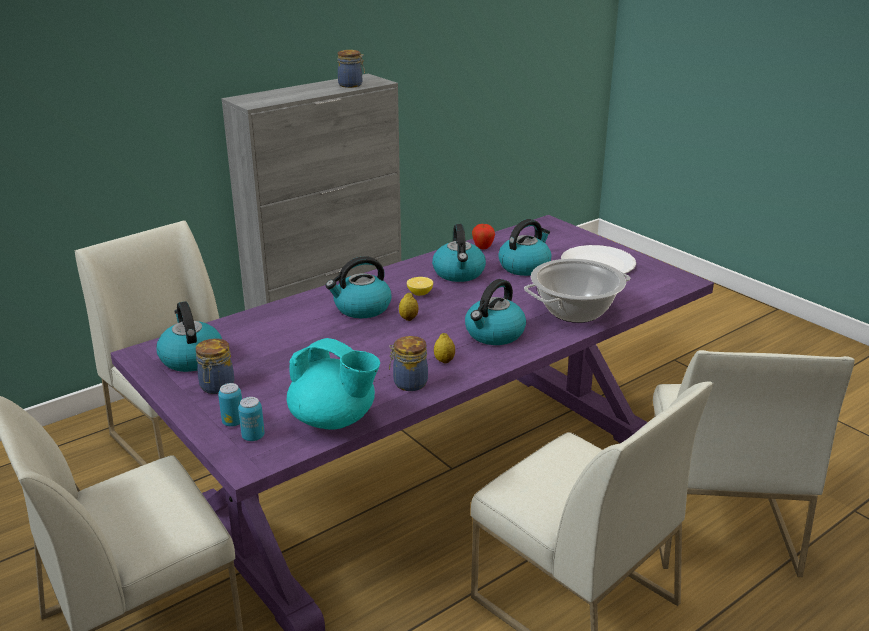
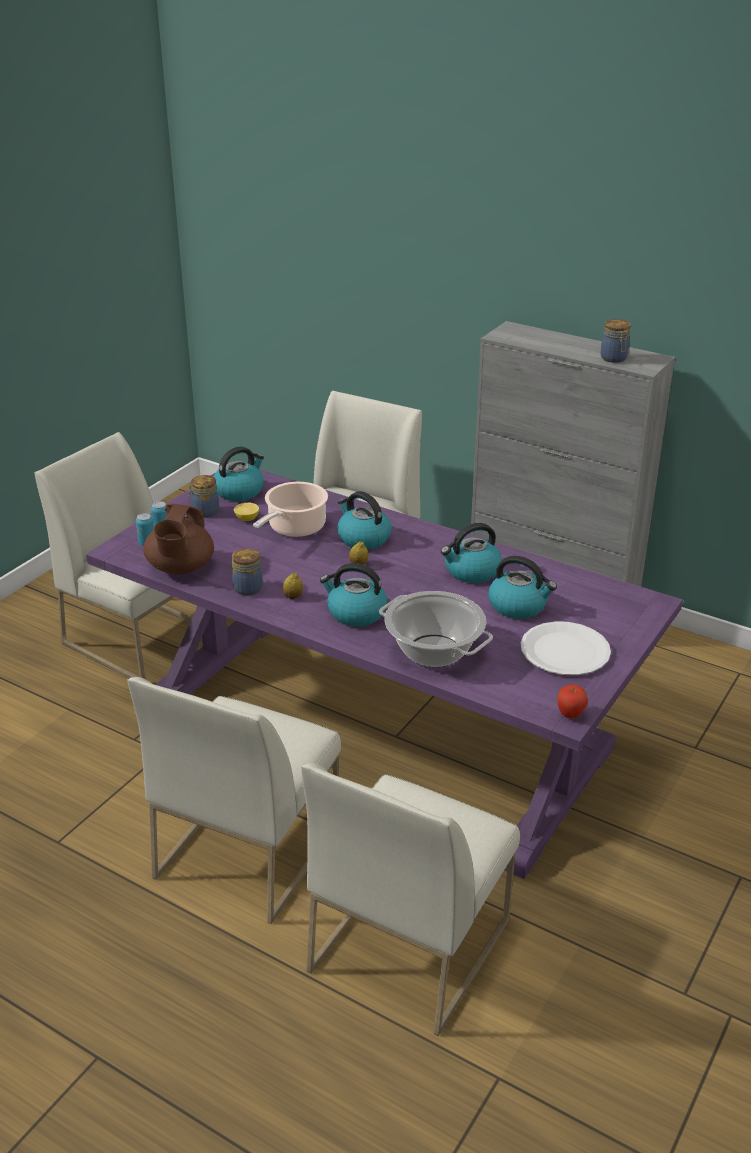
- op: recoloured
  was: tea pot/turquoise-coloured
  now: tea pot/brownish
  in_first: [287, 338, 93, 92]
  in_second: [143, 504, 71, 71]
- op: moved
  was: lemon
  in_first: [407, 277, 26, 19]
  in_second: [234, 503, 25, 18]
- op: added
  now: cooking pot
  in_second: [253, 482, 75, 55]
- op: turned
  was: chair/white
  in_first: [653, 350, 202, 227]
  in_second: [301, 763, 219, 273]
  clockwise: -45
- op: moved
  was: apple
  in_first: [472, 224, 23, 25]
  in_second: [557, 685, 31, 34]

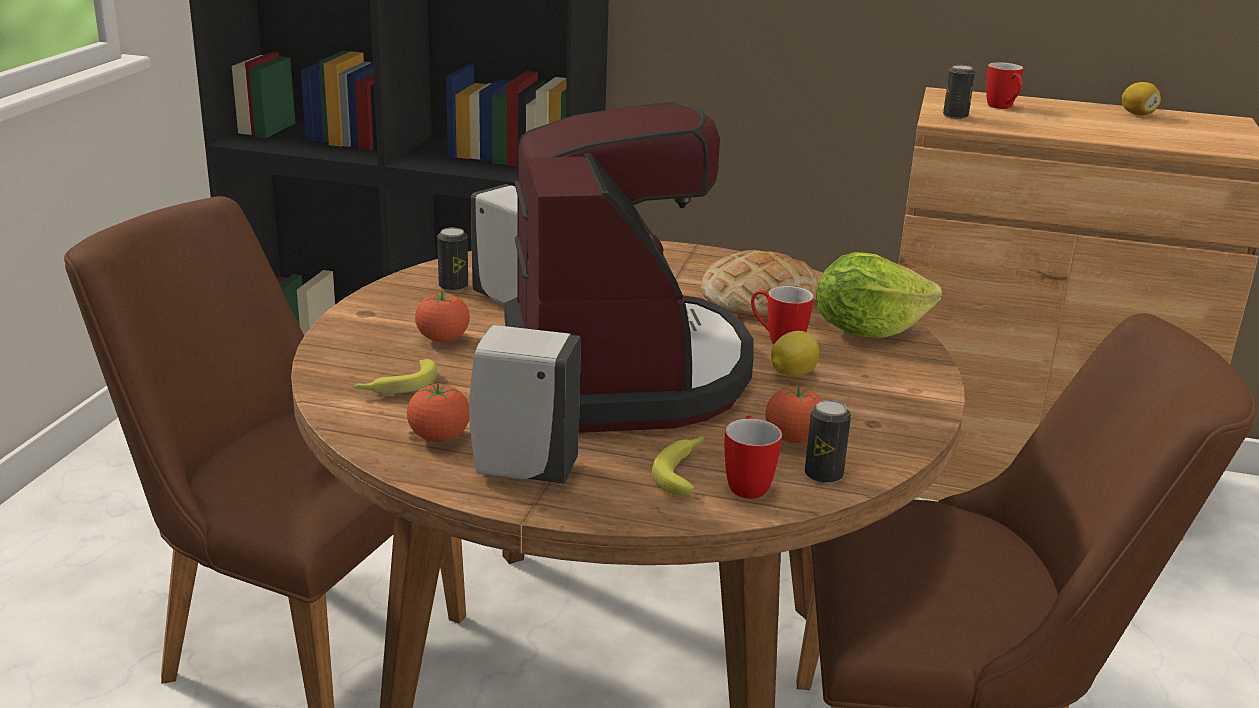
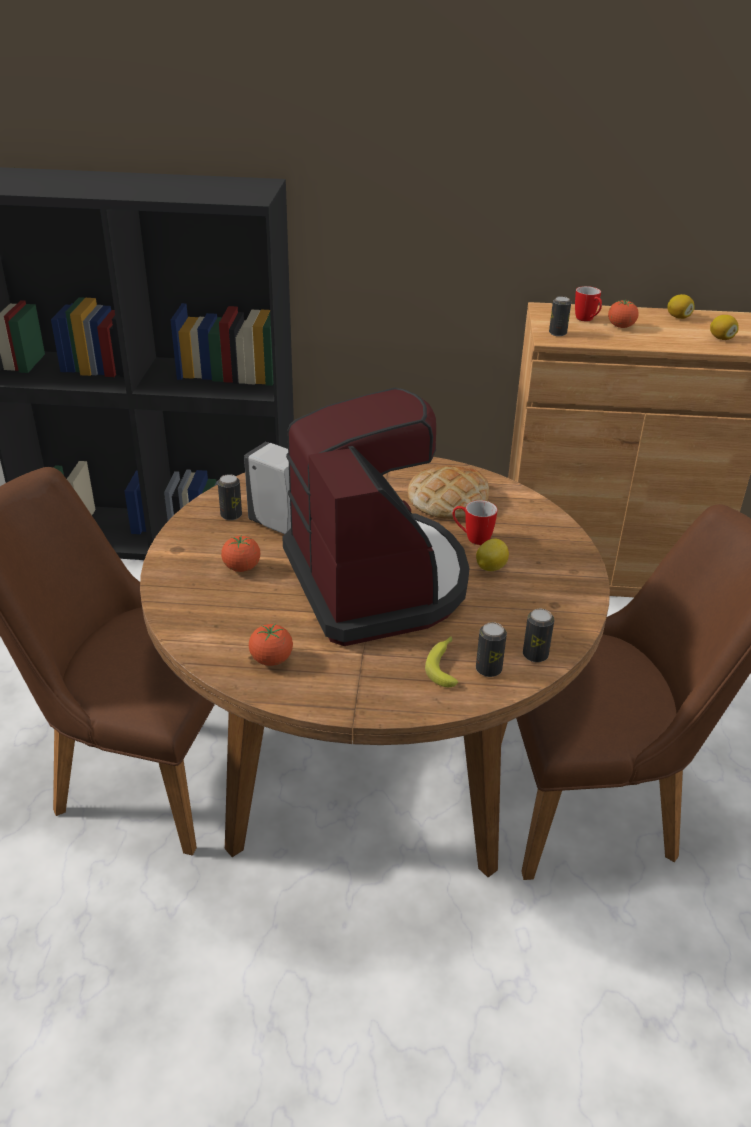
- op: replaced
  was: tea mug
  now: can
  in_first: [725, 415, 57, 84]
  in_second: [476, 622, 31, 55]
- op: moved
  was: fresh tomato
  in_first: [765, 385, 58, 58]
  in_second: [608, 299, 31, 29]
- op: added
  now: lemon
  in_second: [710, 315, 29, 25]
- op: removed
  was: whole banana
  in_first: [353, 359, 84, 35]
- op: removed
  was: soap dispenser/white
  in_first: [469, 325, 112, 159]
- op: removed
  was: head of lettuce
  in_first: [816, 252, 126, 86]

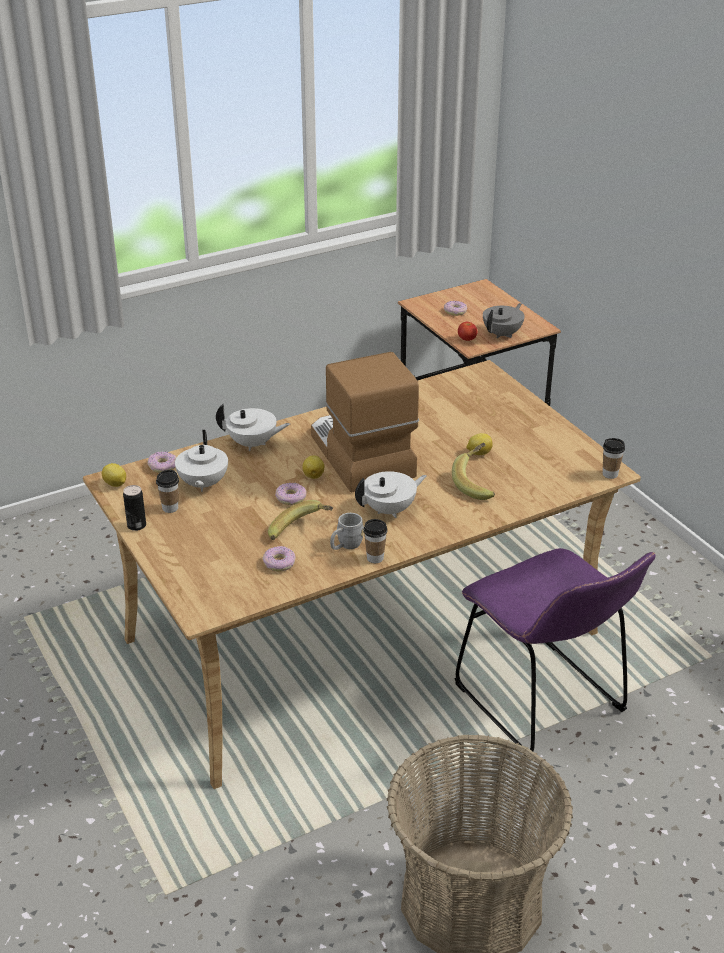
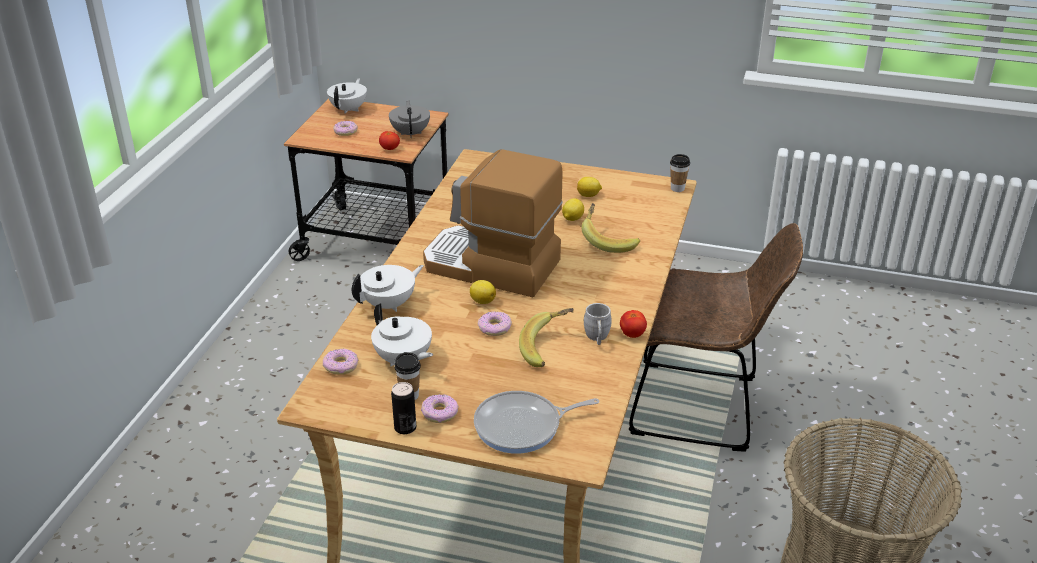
- op: moved
  was: tea pot/white
  in_first: [355, 471, 72, 47]
  in_second: [327, 78, 40, 36]
- op: moved
  was: doughnut
  in_first: [263, 546, 33, 25]
  in_second: [421, 394, 38, 29]
- op: added
  now: pan
  in_second: [474, 391, 125, 63]
- op: moved
  was: lemon
  in_first: [102, 463, 24, 24]
  in_second: [577, 177, 25, 20]
- op: replaced
  was: cup
  now: fresh tomato
  in_first: [364, 519, 23, 44]
  in_second: [620, 310, 27, 28]
- op: recoloured
  was: chair/purple-coloured
  now: chair/brownish
  in_first: [455, 548, 201, 203]
  in_second: [629, 223, 174, 229]

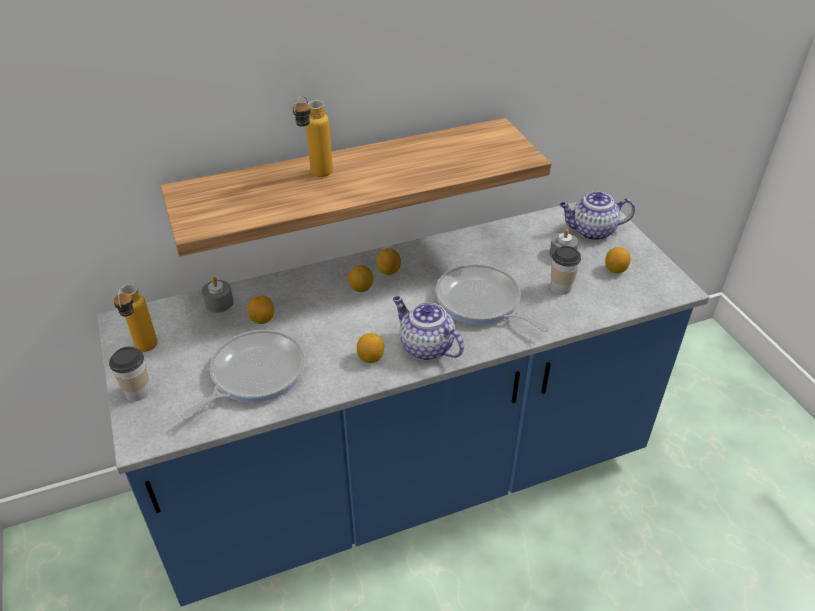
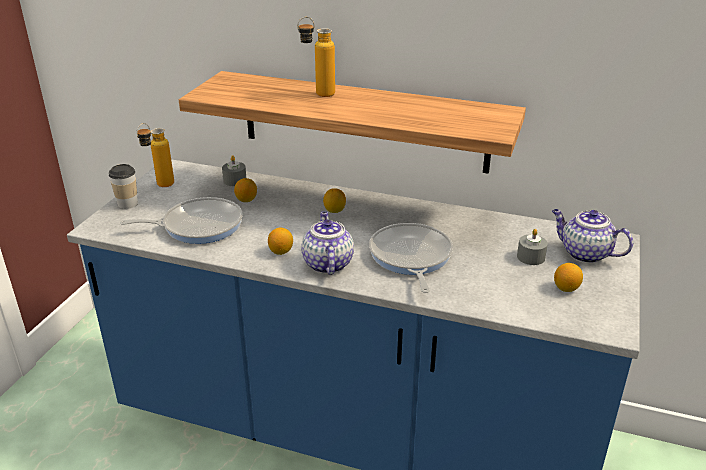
- op: removed
  was: lemon
  in_first: [376, 248, 25, 27]
- op: removed
  was: cup
  in_first: [550, 246, 31, 49]

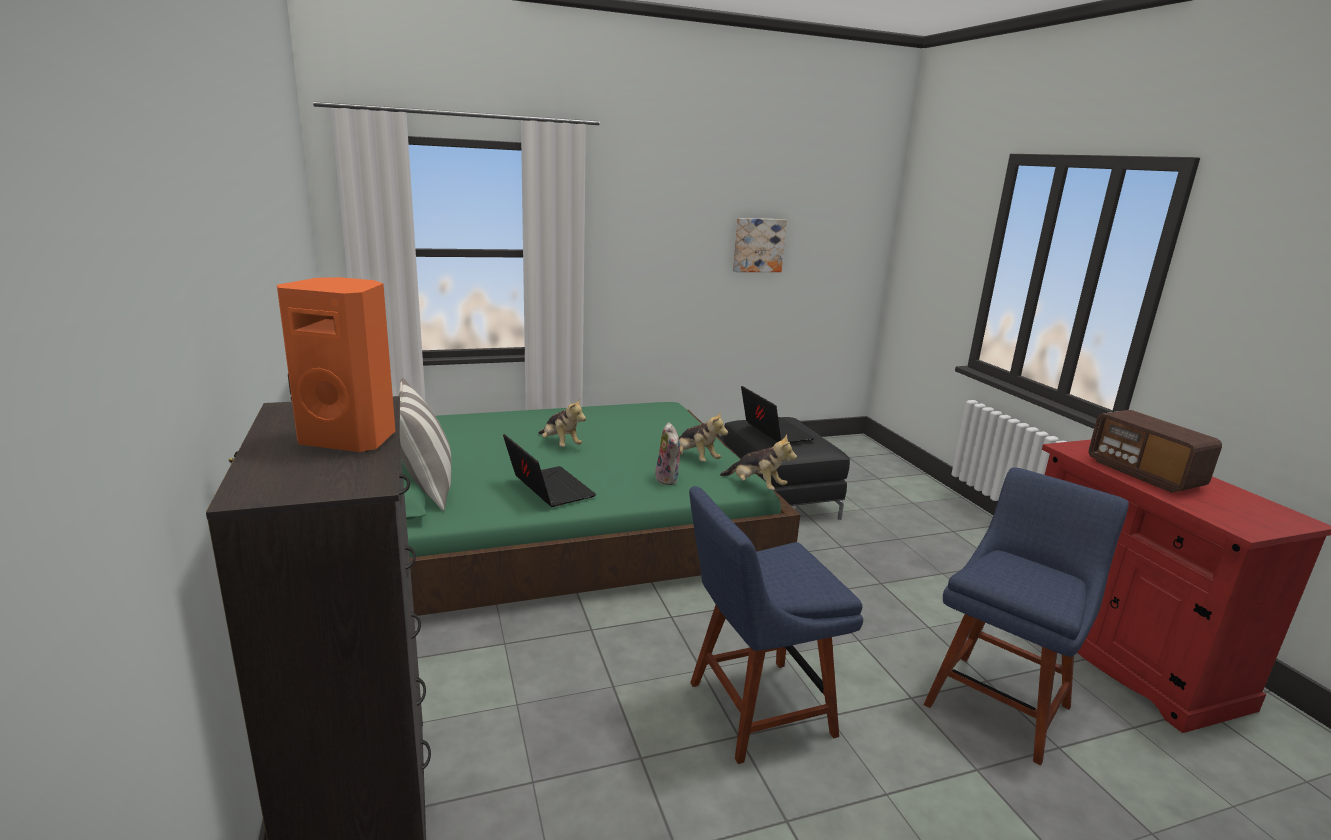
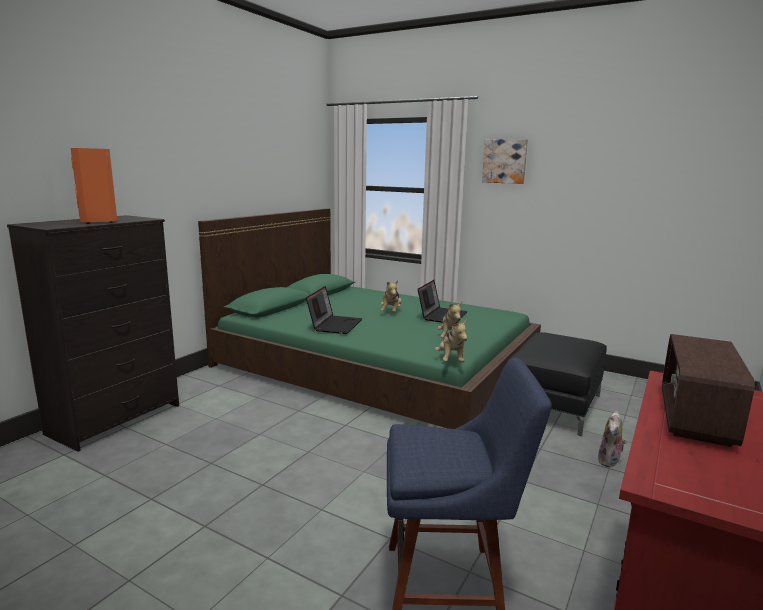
- op: moved
  was: portable computer
  in_first: [741, 386, 74, 57]
  in_second: [417, 280, 51, 43]
- op: moved
  was: wall art
  in_first: [733, 218, 54, 54]
  in_second: [482, 139, 46, 45]
- op: moved
  was: plush toy
  in_first: [655, 422, 28, 63]
  in_second: [598, 411, 29, 56]
- op: removed
  was: cushion
  in_first: [398, 378, 53, 133]
- op: removed
  was: chair/bluish
  in_first: [689, 486, 174, 278]

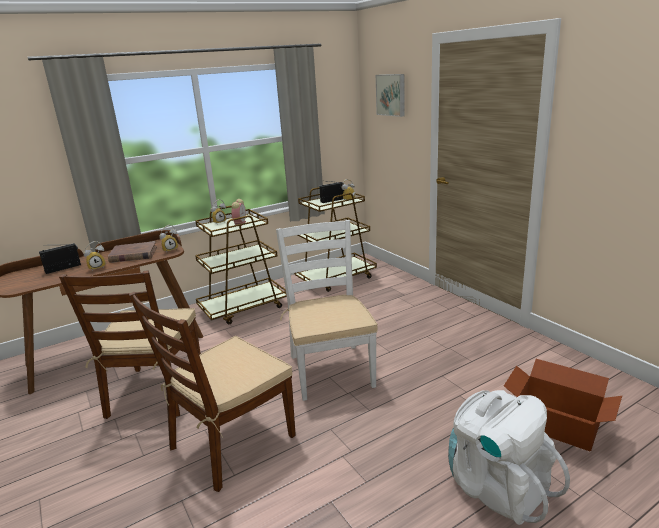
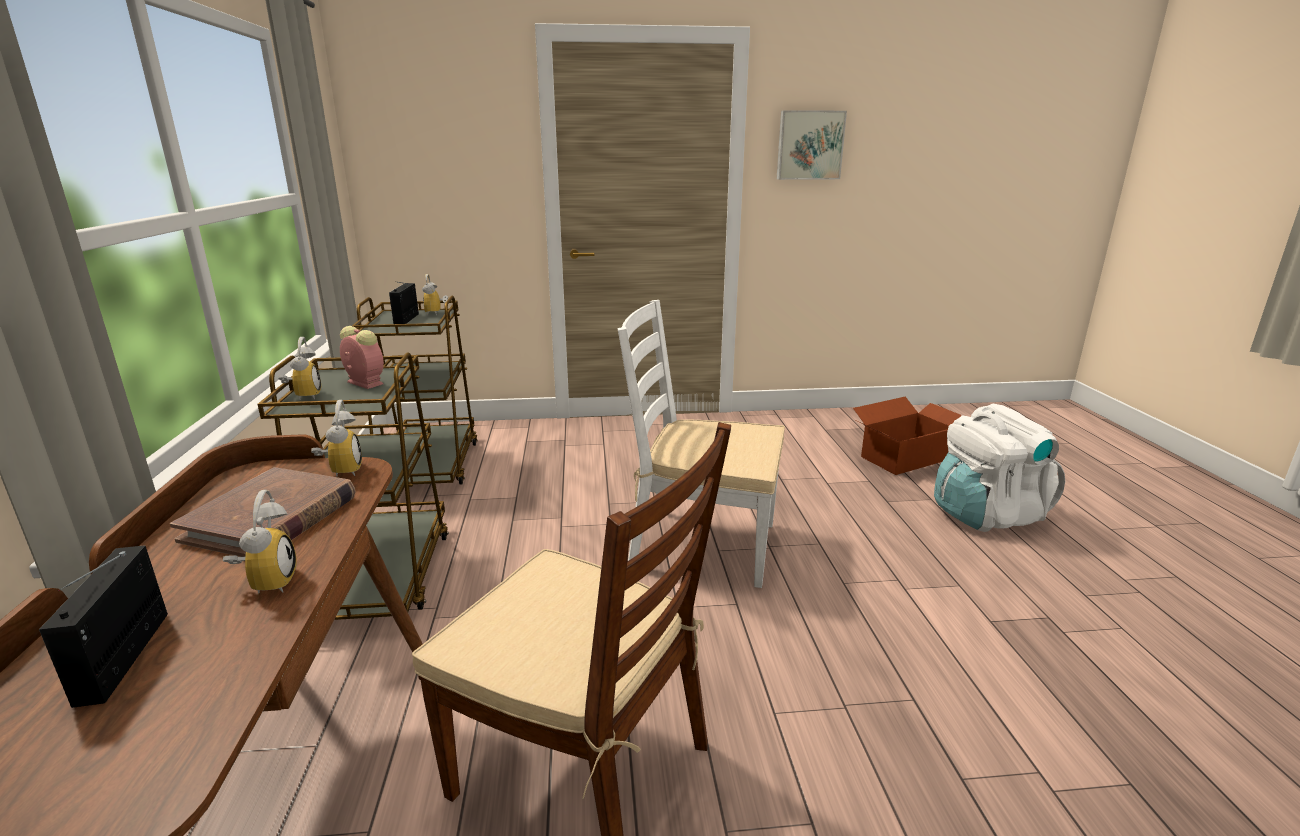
- op: moved
  was: wall art
  in_first: [376, 74, 29, 43]
  in_second: [777, 110, 70, 70]
- op: removed
  was: chair/brownish
  in_first: [129, 291, 167, 201]

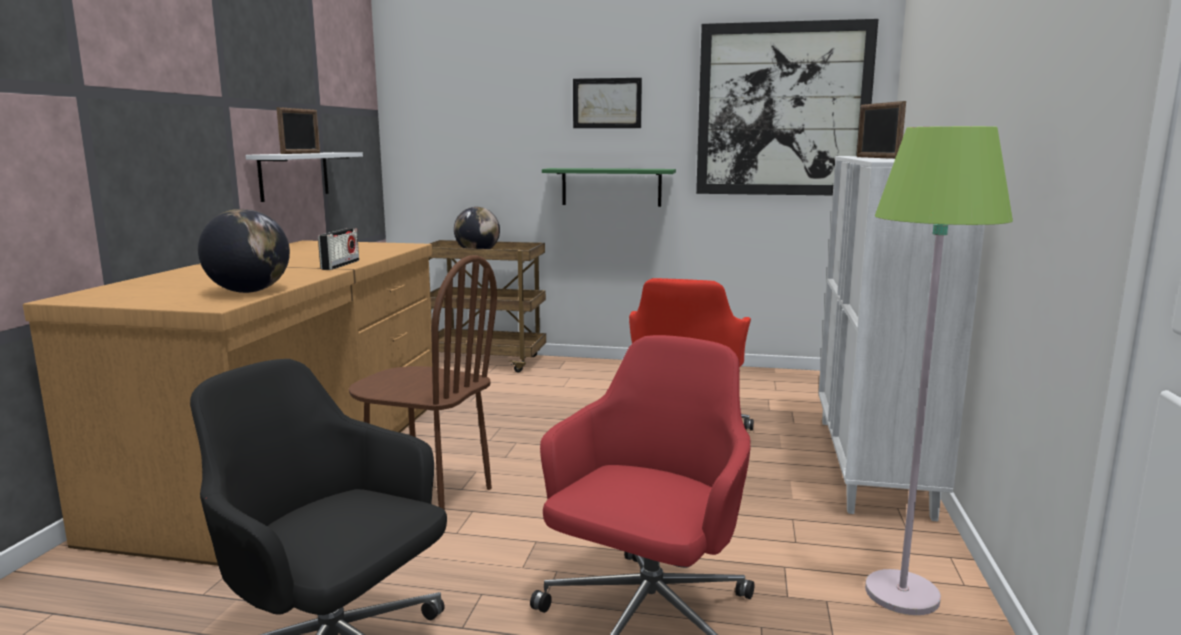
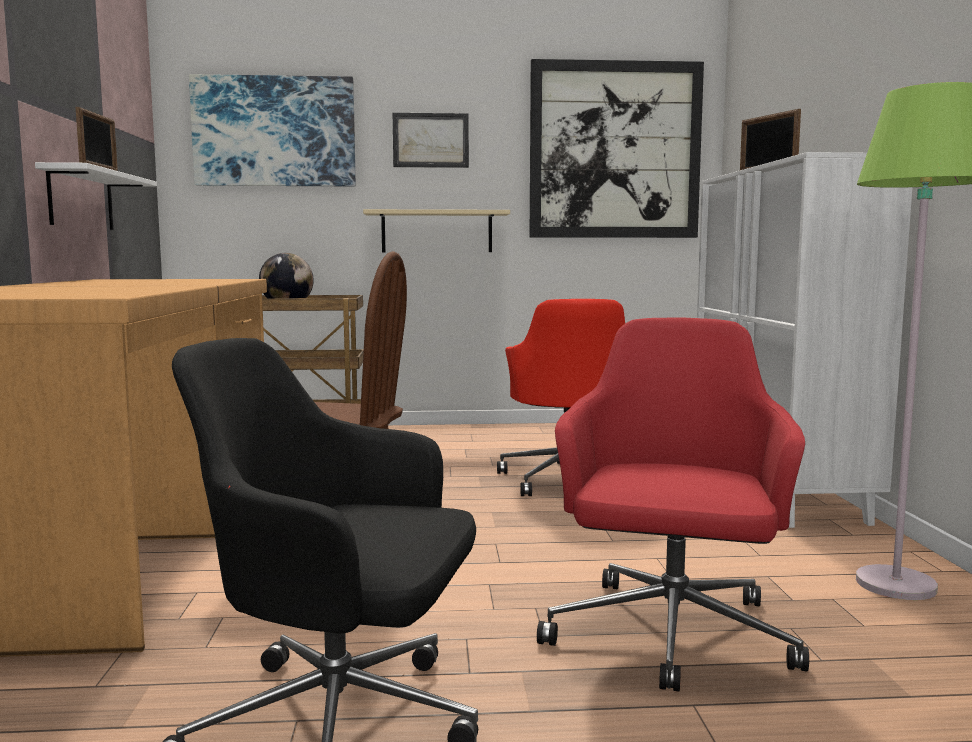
- op: added
  now: wall art
  in_second: [189, 74, 167, 112]
- op: recoloured
  was: wall shelf/greenish
  now: wall shelf/beige-coloured
  in_first: [542, 168, 134, 39]
  in_second: [363, 209, 147, 43]
- op: removed
  was: desk globe
  in_first: [198, 209, 92, 84]
- op: removed
  was: radio receiver
  in_first: [318, 228, 41, 42]

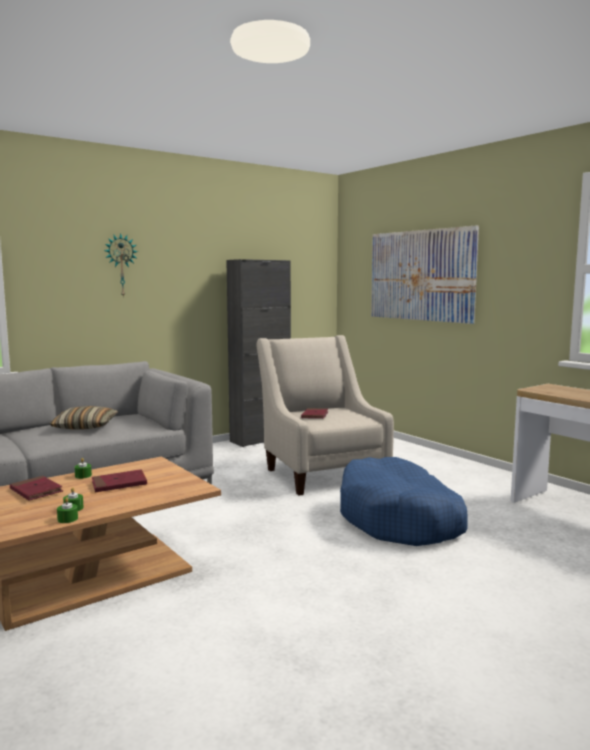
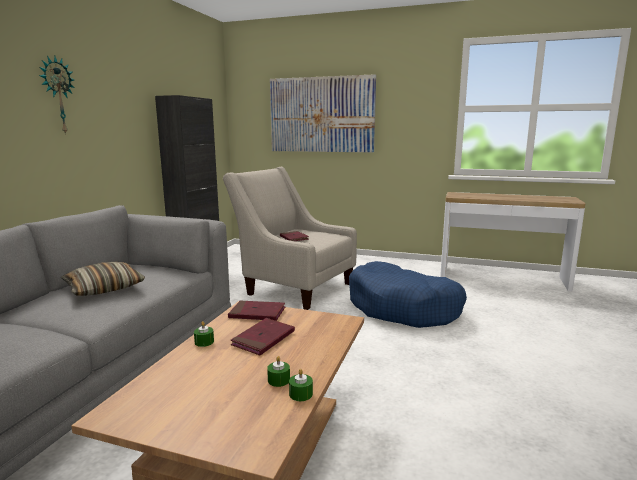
- op: moved
  was: volume/red-coloured
  in_first: [10, 476, 53, 24]
  in_second: [228, 301, 57, 20]

